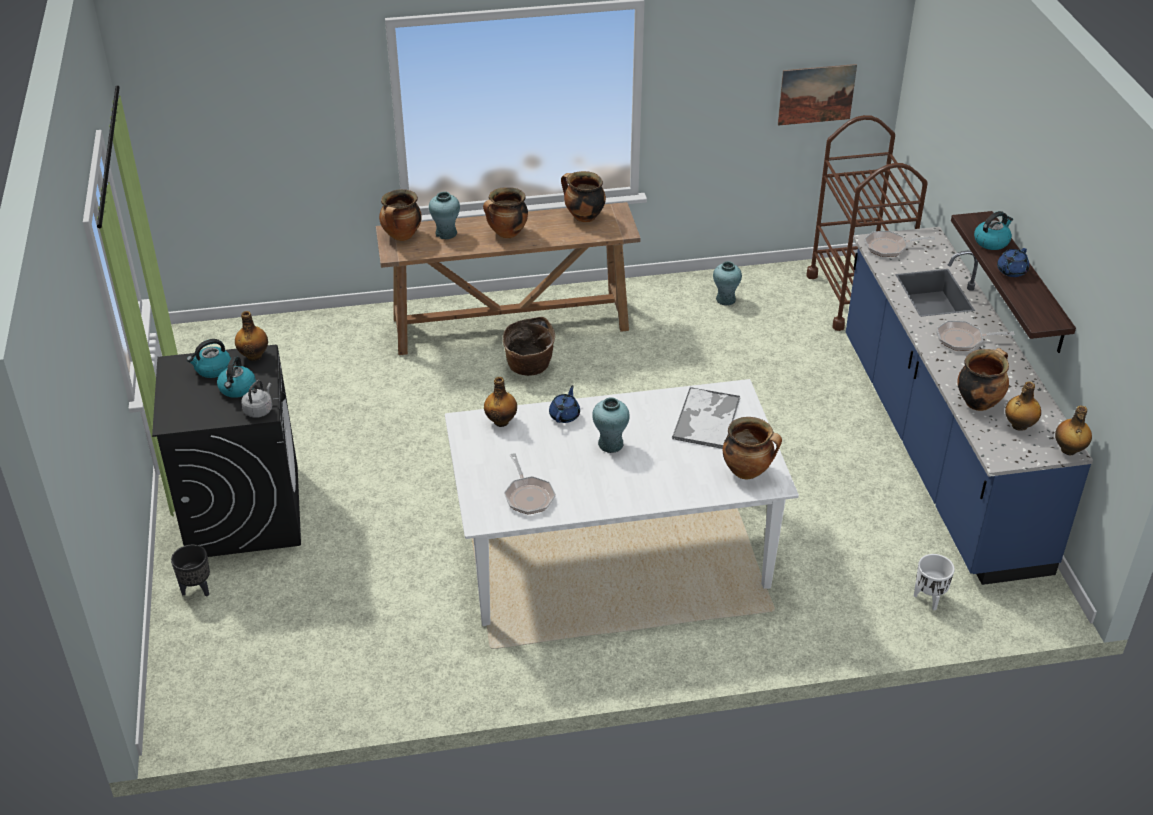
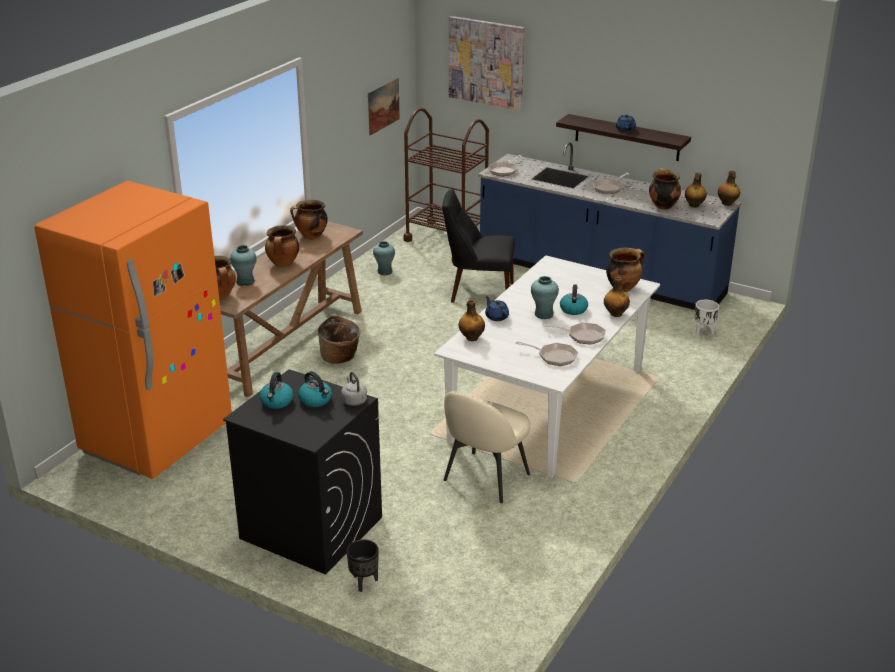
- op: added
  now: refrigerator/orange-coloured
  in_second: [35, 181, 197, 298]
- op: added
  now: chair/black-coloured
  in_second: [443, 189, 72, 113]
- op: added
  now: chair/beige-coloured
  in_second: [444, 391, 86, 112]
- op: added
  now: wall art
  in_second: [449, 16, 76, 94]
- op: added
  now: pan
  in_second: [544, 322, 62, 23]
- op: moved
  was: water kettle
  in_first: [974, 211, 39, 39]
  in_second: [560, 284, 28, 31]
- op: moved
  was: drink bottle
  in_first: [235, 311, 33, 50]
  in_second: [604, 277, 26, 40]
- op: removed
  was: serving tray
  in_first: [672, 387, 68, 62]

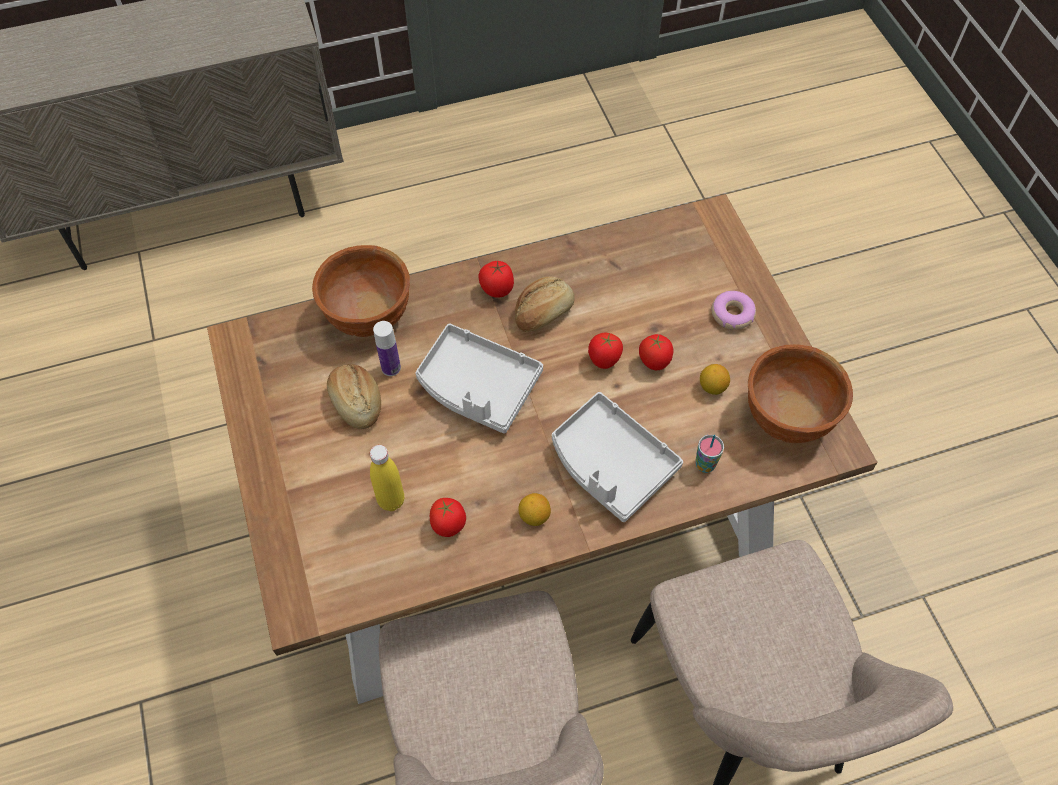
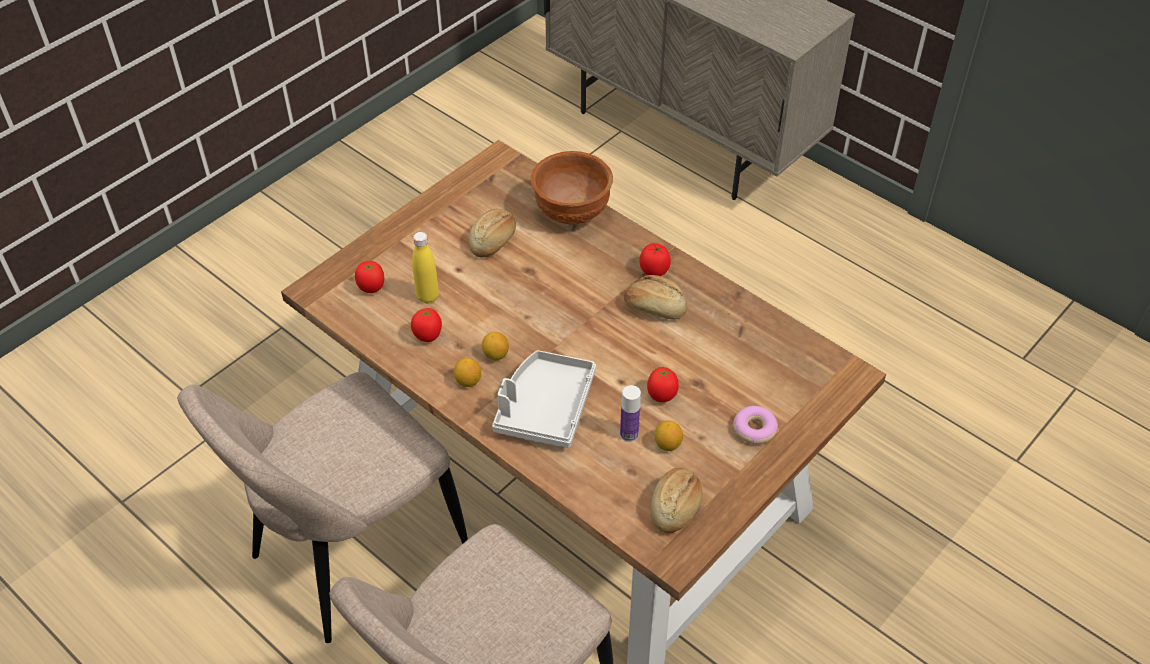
- op: moved
  was: fresh tomato
  in_first: [588, 333, 35, 36]
  in_second: [355, 261, 29, 32]
- op: added
  now: lemon
  in_second: [482, 332, 27, 29]
- op: moved
  was: drink bottle
  in_first: [373, 321, 28, 55]
  in_second: [620, 385, 21, 57]
- op: replaced
  was: serving bowl/brownish
  now: baked bread
  in_first: [748, 344, 105, 99]
  in_second: [651, 468, 51, 65]
- op: removed
  was: serving tray/grey
  in_first: [416, 324, 127, 110]
- op: removed
  was: cup
  in_first: [695, 435, 29, 38]

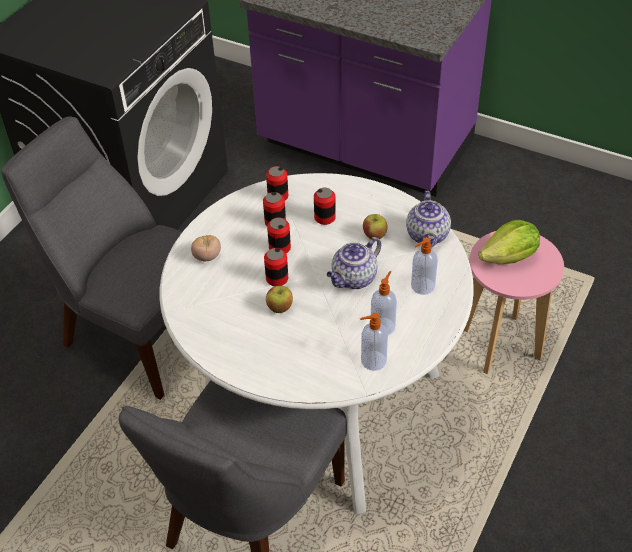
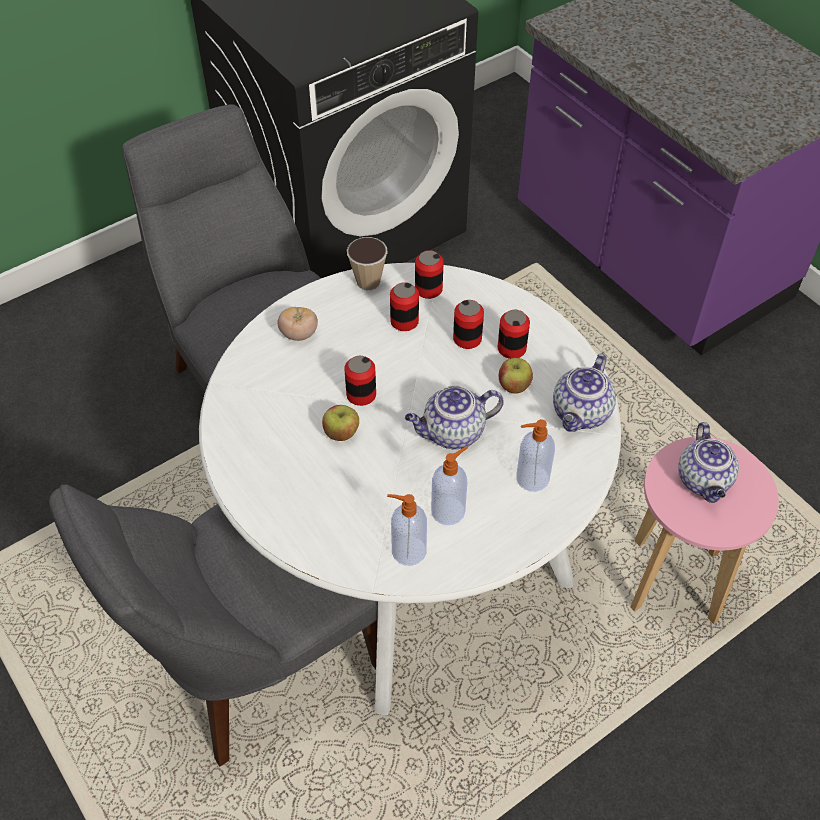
- op: added
  now: cup
  in_second: [347, 237, 41, 53]
- op: moved
  was: can
  in_first: [267, 217, 24, 36]
  in_second: [498, 310, 32, 49]
- op: replaced
  was: head of lettuce
  now: tea pot
  in_first: [478, 220, 62, 45]
  in_second: [678, 422, 61, 81]

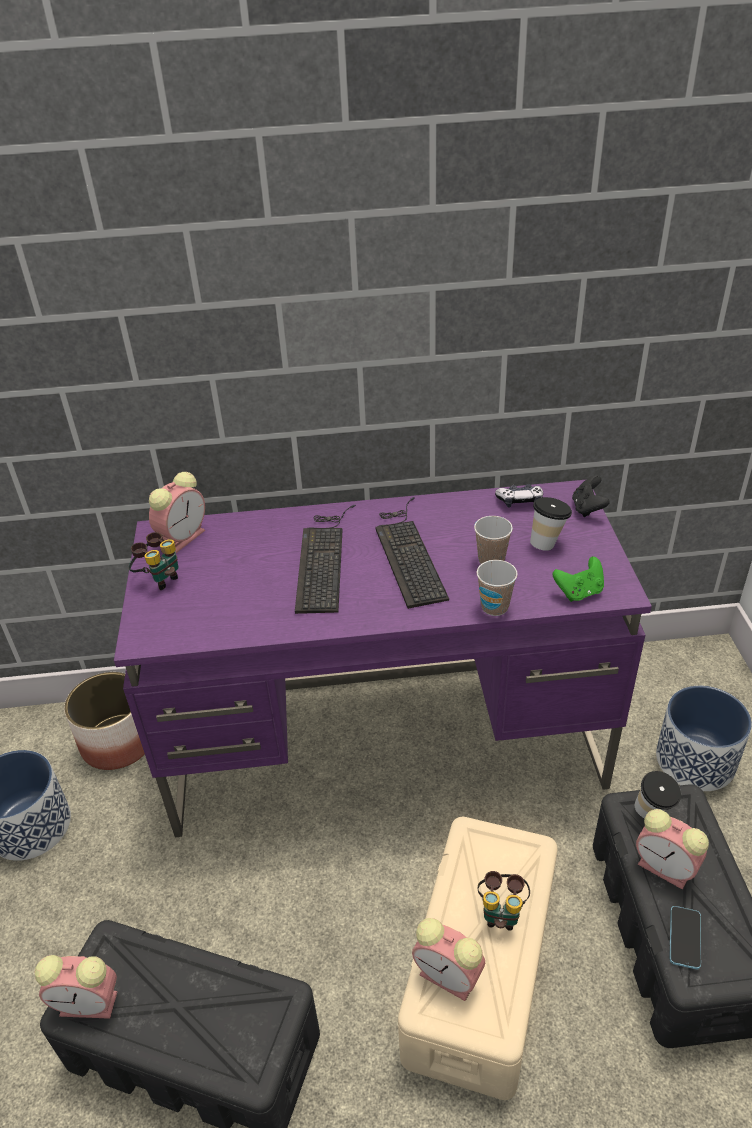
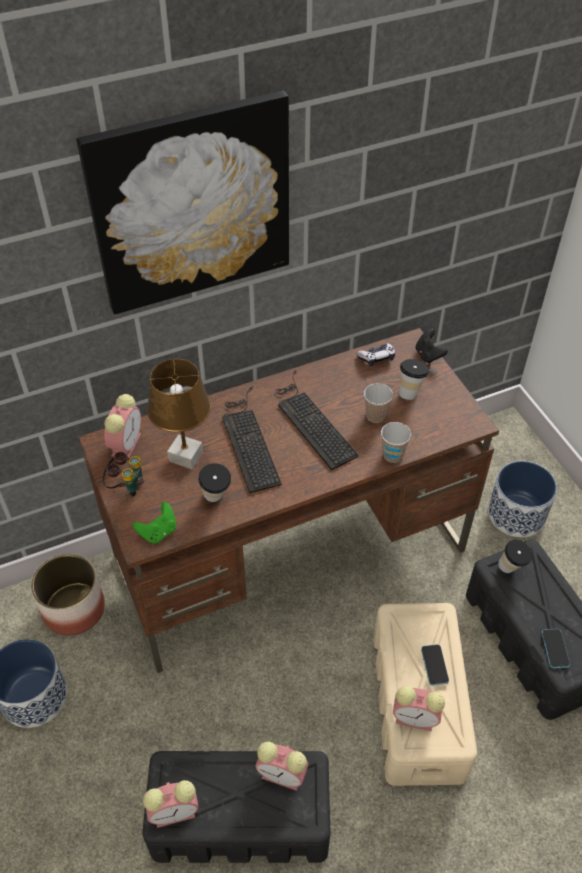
- op: added
  now: wall art
  in_second: [77, 91, 212, 224]
- op: recoloured
  was: desk table/purple-coloured
  now: desk table/brownish
  in_first: [114, 480, 538, 357]
  in_second: [78, 328, 421, 345]
- op: moved
  was: gamepad/greenish
  in_first: [553, 556, 51, 46]
  in_second: [133, 502, 43, 42]
- op: added
  now: tabletop lamp/brownish
  in_second: [147, 359, 64, 110]
- op: added
  now: cup
  in_second: [198, 463, 33, 39]
- op: moved
  was: alarm clock
  in_first: [636, 809, 73, 81]
  in_second: [255, 741, 54, 50]
- op: replaced
  was: pair of binoculars
  now: telephone
  in_first: [478, 871, 52, 60]
  in_second: [421, 644, 28, 42]

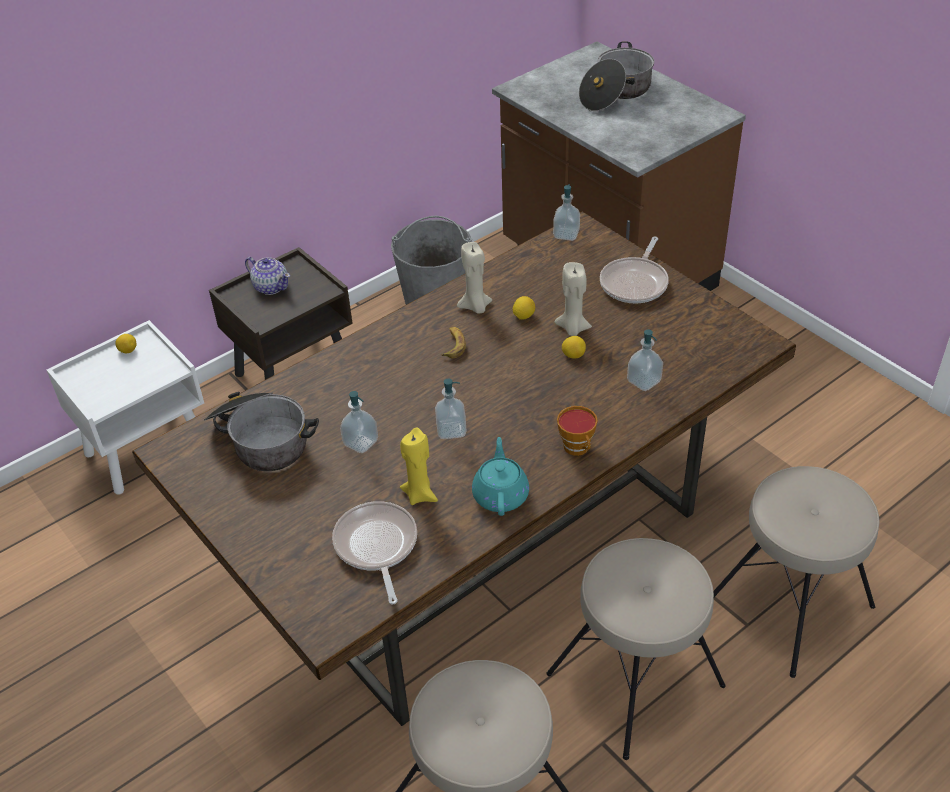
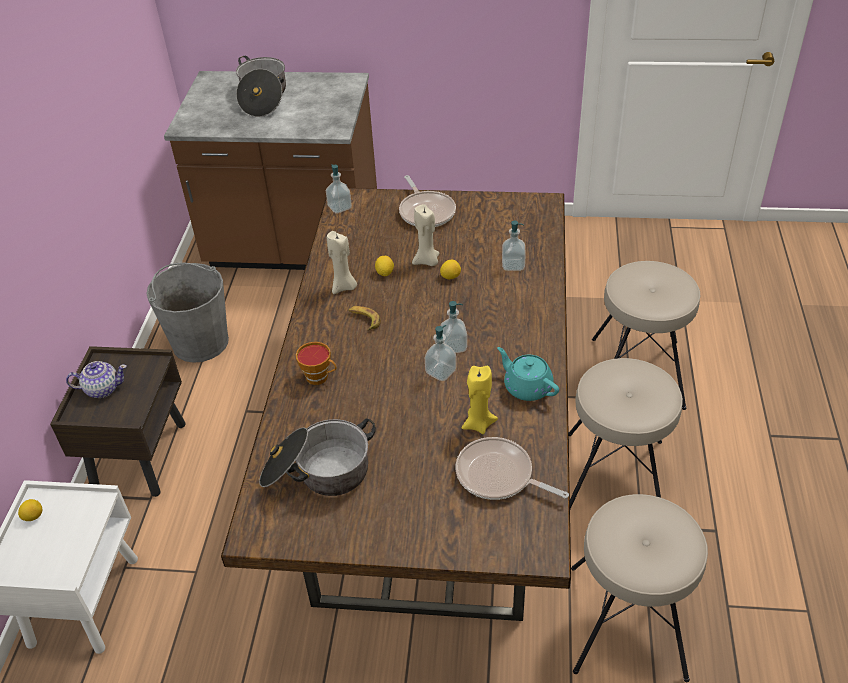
- op: moved
  was: cup
  in_first: [557, 406, 41, 50]
  in_second: [296, 342, 40, 43]
- op: moved
  was: soap dispenser
  in_first: [340, 391, 38, 62]
  in_second: [440, 301, 27, 52]

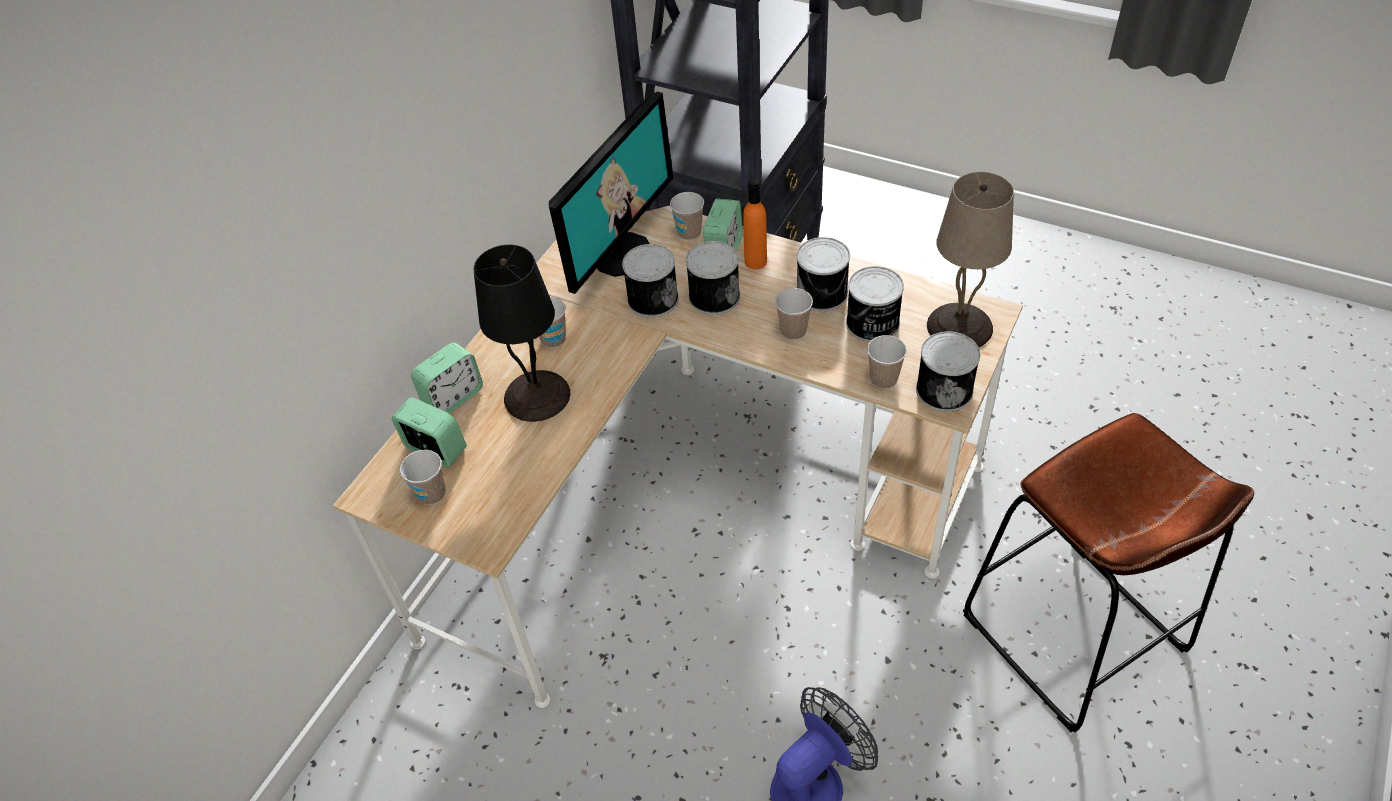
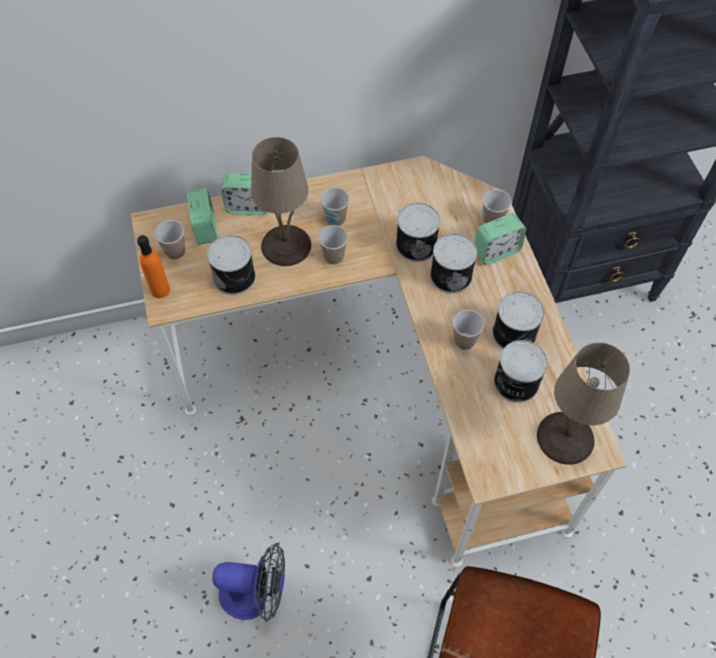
- op: moved
  was: drink bottle/orange-coloured
  in_first: [743, 178, 24, 91]
  in_second: [137, 235, 33, 63]
- op: moved
  was: can
  in_first: [916, 331, 64, 81]
  in_second: [207, 235, 49, 60]
- op: recoloured
  was: tabletop lamp/black-coloured
  now: tabletop lamp/beige-coloured
  in_first: [474, 245, 96, 177]
  in_second: [251, 137, 60, 129]
- op: moved
  was: cup
  in_first: [867, 335, 40, 54]
  in_second: [318, 225, 30, 40]
- op: removed
  was: computer display
  in_first: [549, 91, 124, 203]

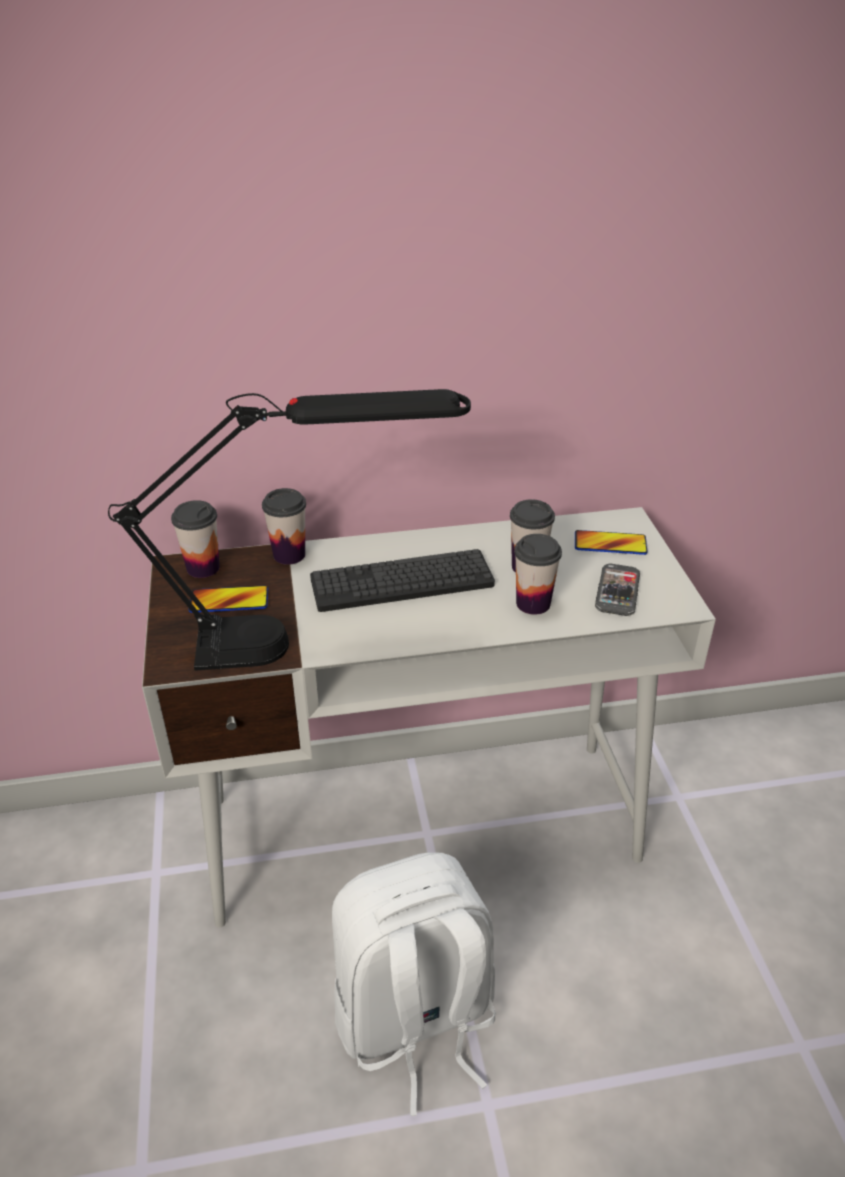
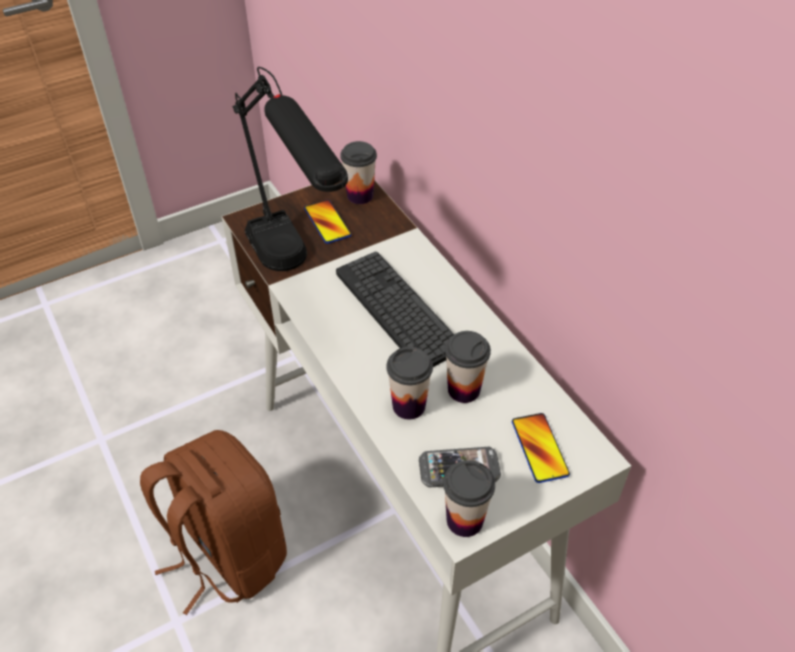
- op: recoloured
  was: knapsack/white
  now: knapsack/brownish
  in_first: [332, 852, 164, 264]
  in_second: [140, 430, 147, 185]
- op: moved
  was: cup
  in_first: [262, 488, 44, 77]
  in_second: [443, 460, 52, 77]

